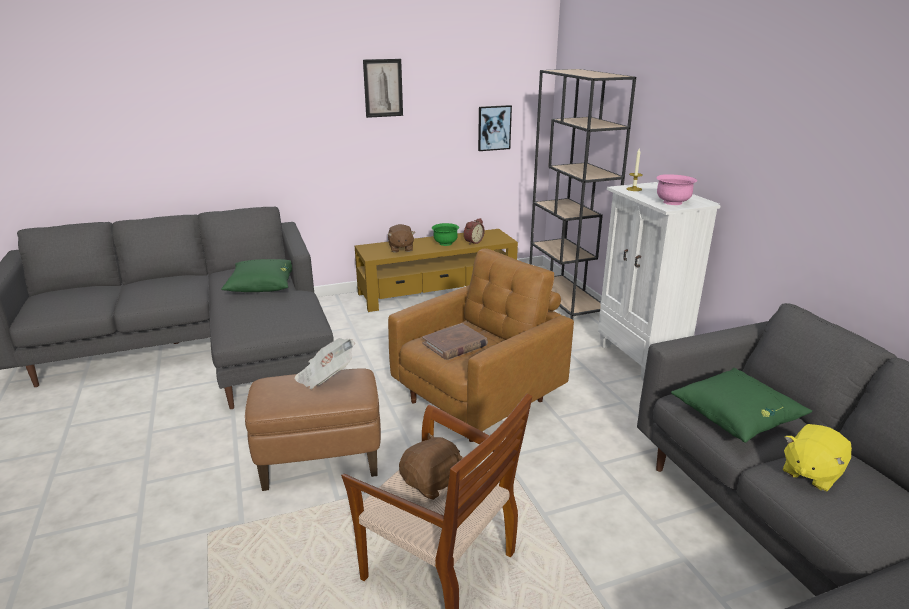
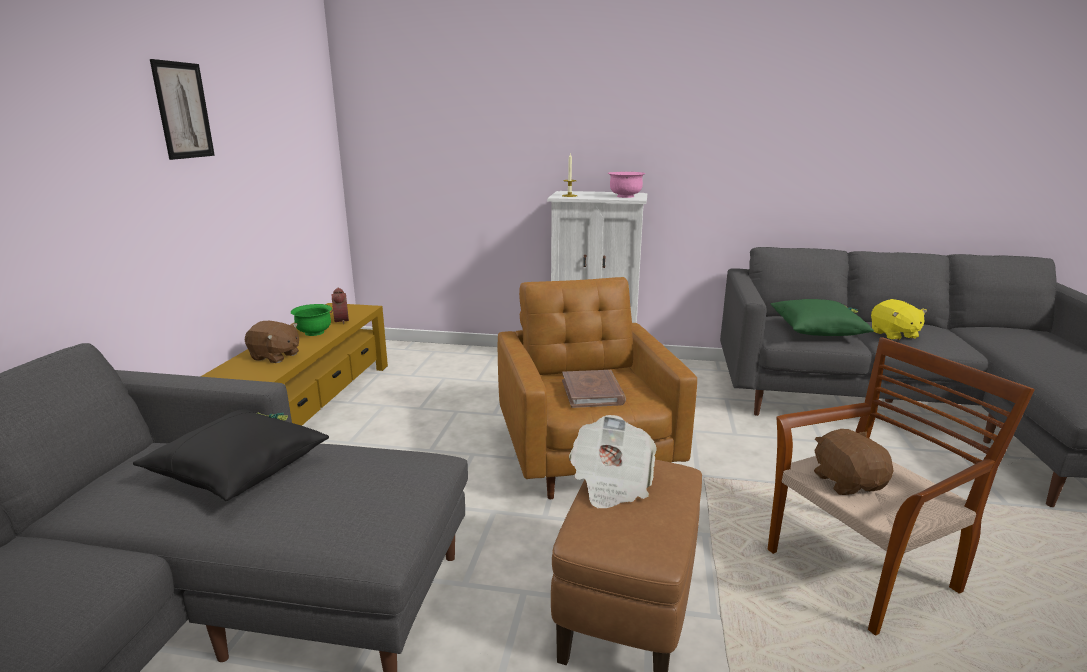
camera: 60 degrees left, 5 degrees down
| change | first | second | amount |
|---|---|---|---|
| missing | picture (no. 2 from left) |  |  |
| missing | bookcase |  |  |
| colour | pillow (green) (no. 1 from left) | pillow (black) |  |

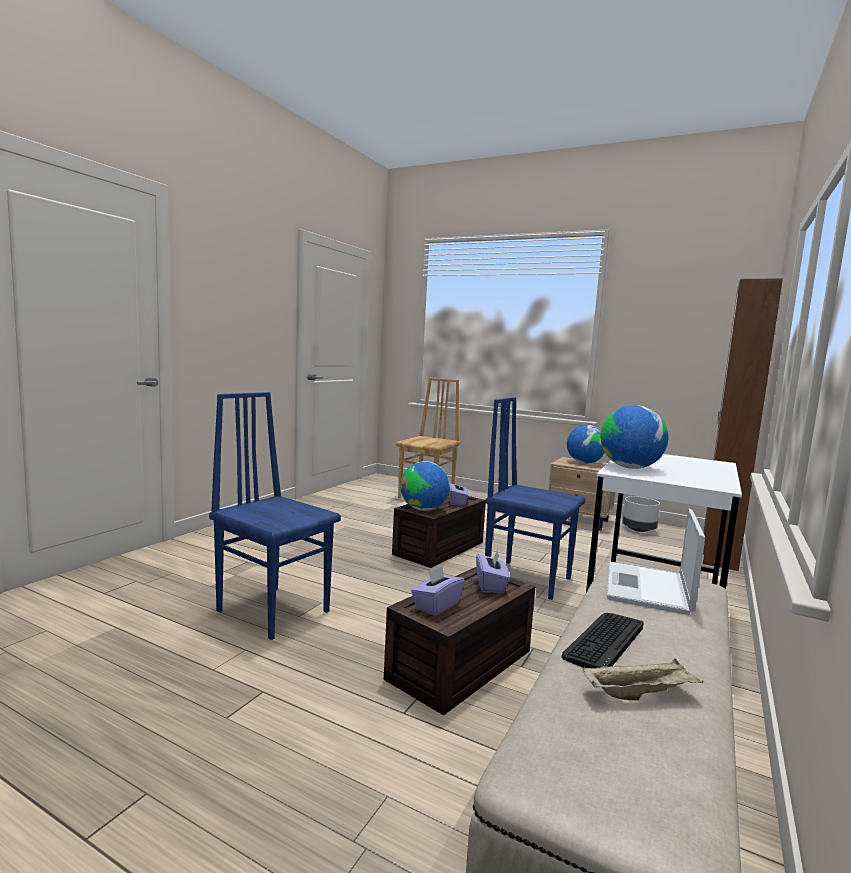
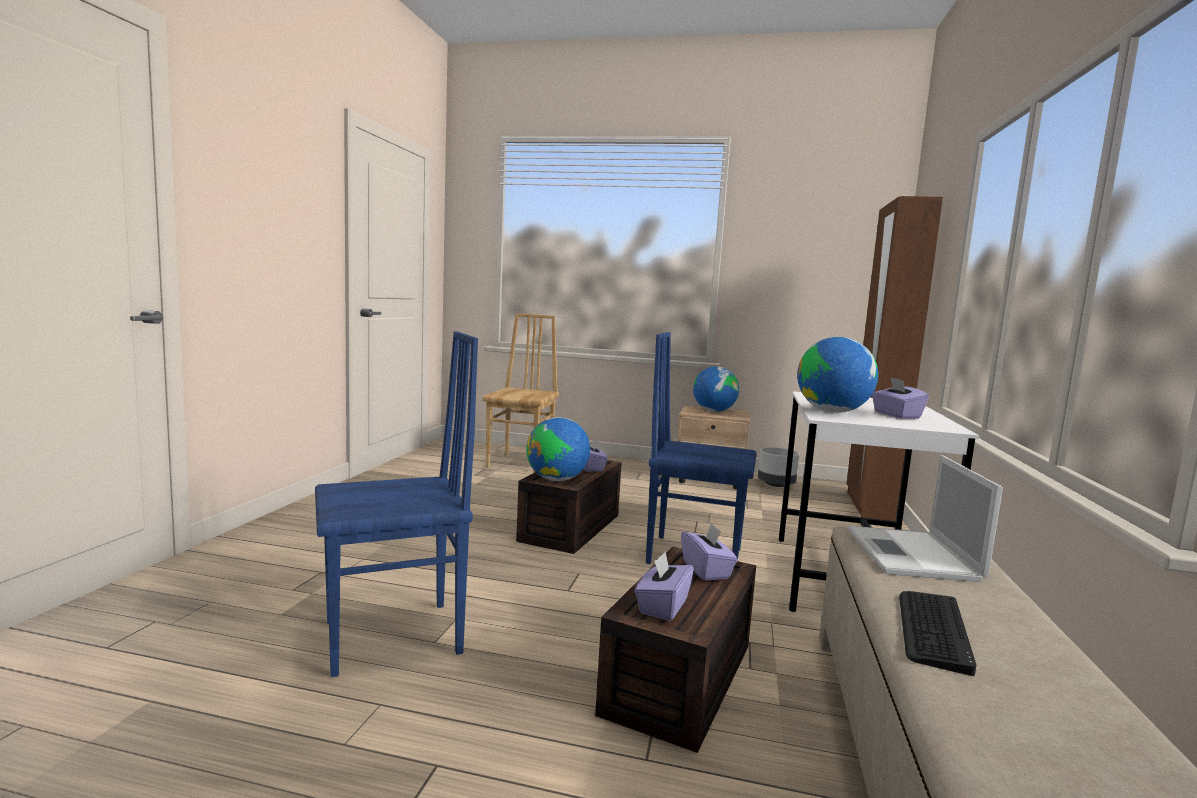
camera: 15 degrees left, 0 degrees up
| change | first | second | amount |
|---|---|---|---|
| missing | tray (beige) |  |  |
| appeared |  | tissue box (purple) (no. 4 from left) |  |
| spun | chair (blue) (no. 1 from left) |  | 135 degrees clockwise |

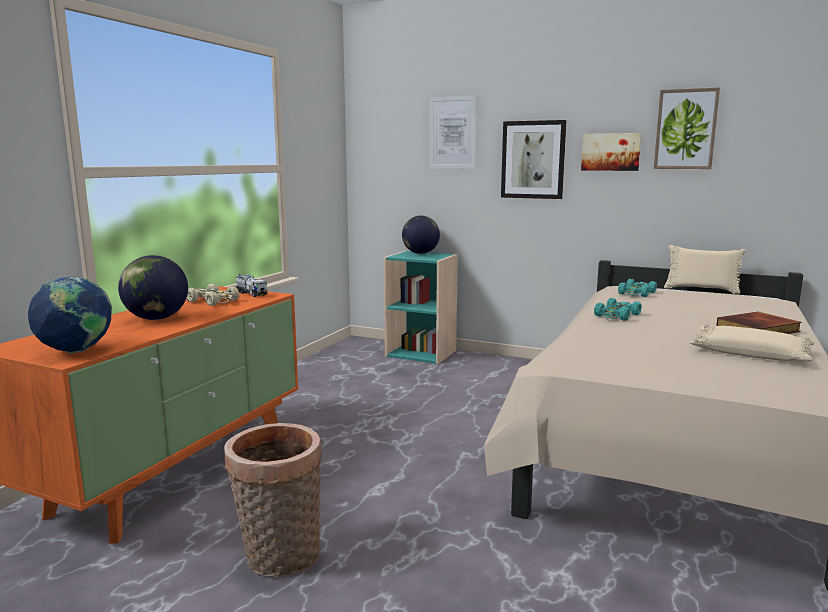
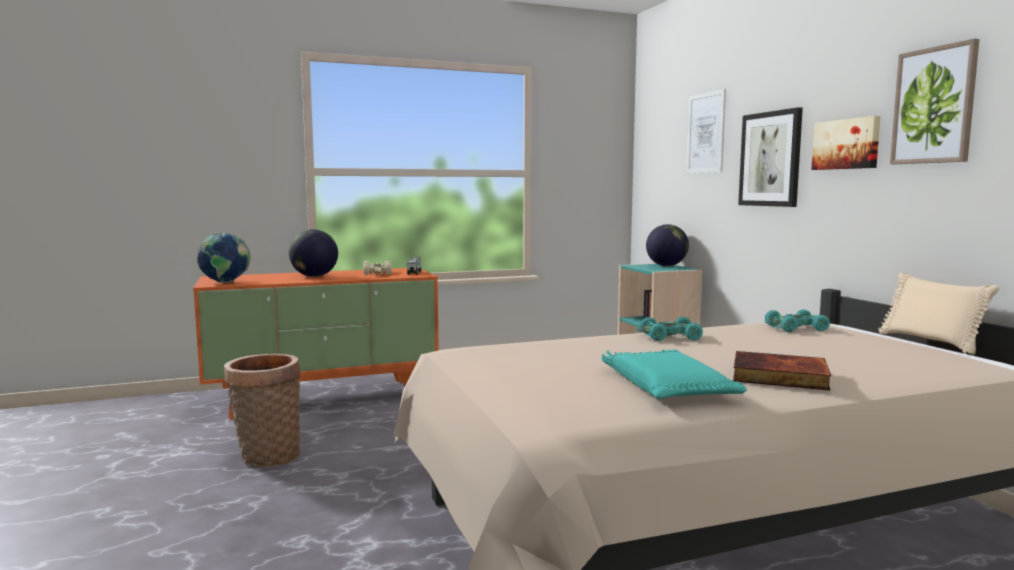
camera: 45 degrees right, 5 degrees down
| change | first | second | amount |
|---|---|---|---|
| colour | pillow (beige) (no. 2 from left) | pillow (turquoise) |  |

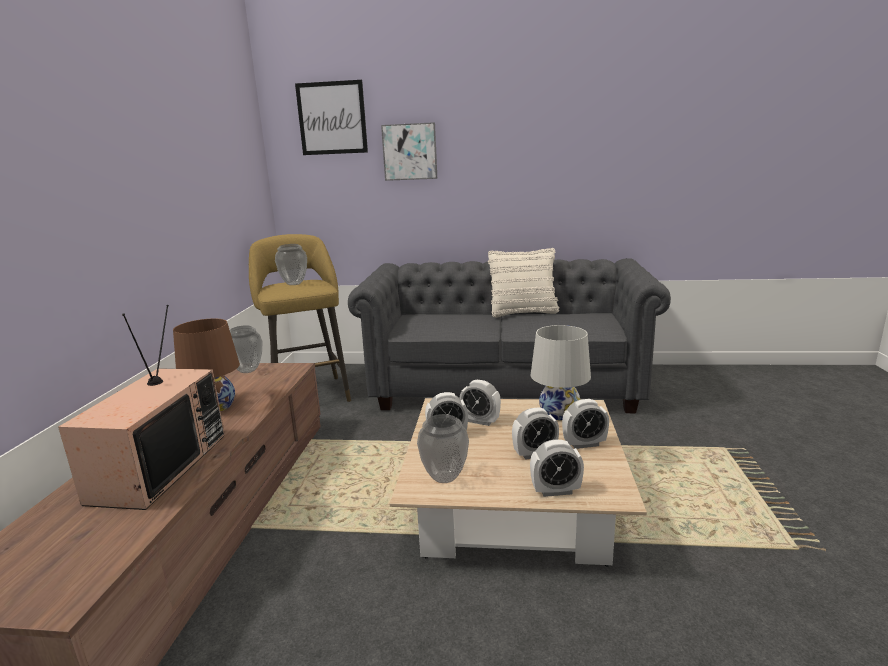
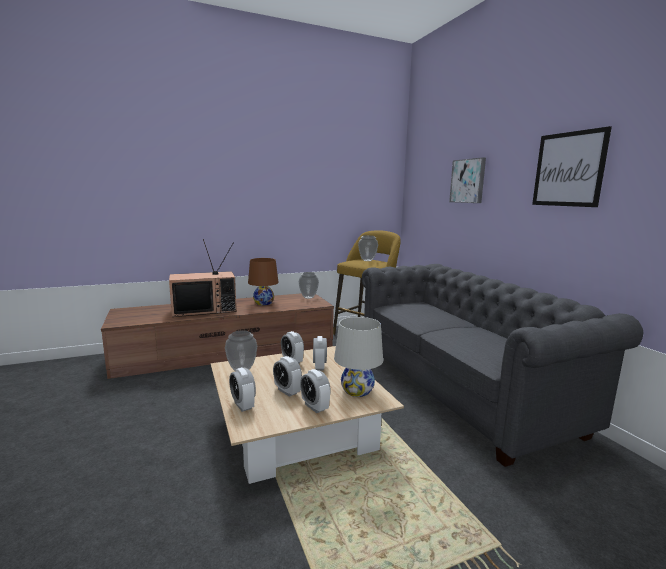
camera: 60 degrees right, 5 degrees down
| change | first | second | amount |
|---|---|---|---|
| missing | pillow (beige) |  |  |
| relocated | picture (no. 1 from left in the first image) | picture (no. 2 from left) |  |

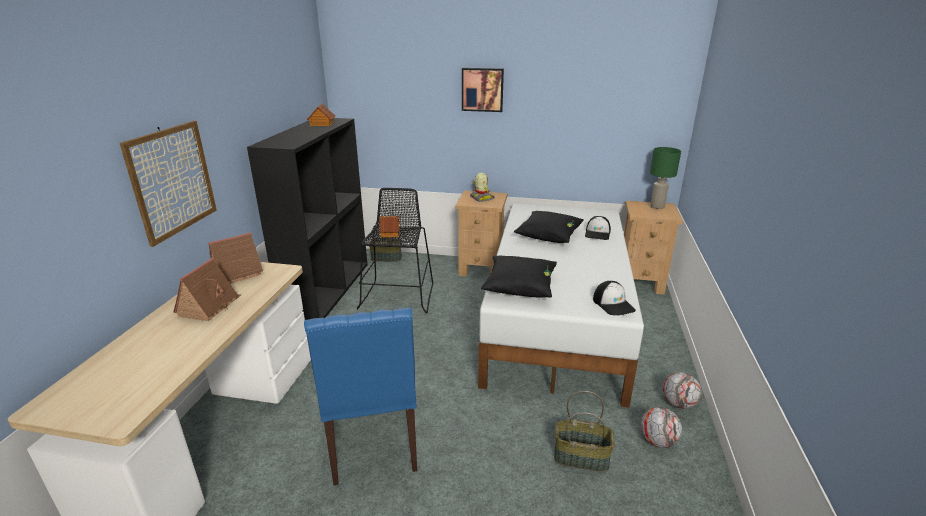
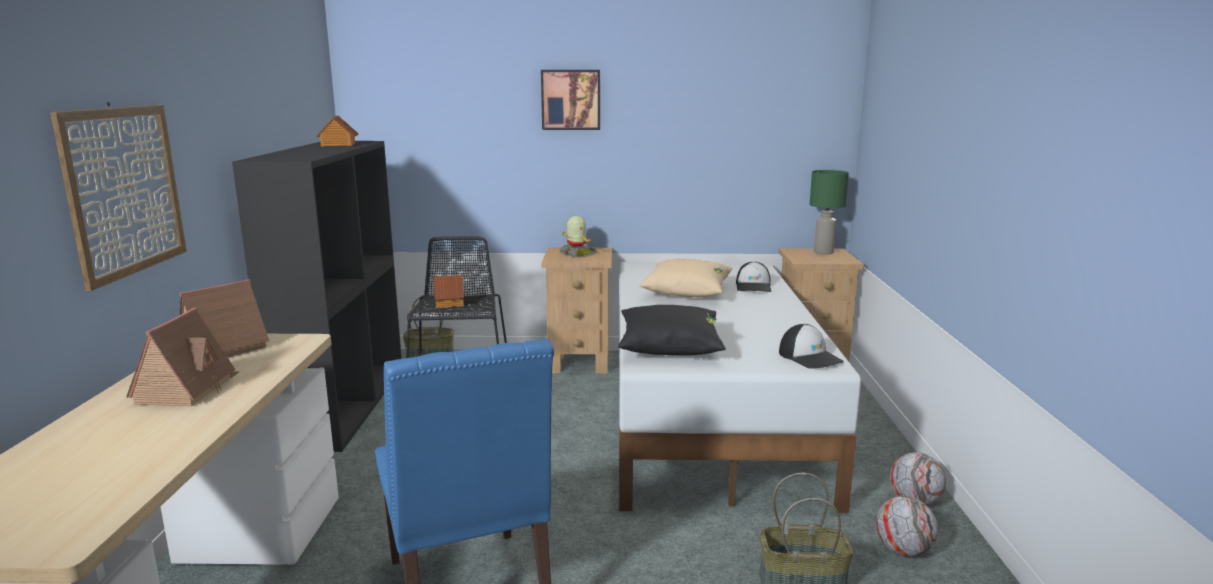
camera: 10 degrees left, 10 degrees down
| change | first | second | amount |
|---|---|---|---|
| colour | pillow (black) (no. 2 from left) | pillow (beige) |  |

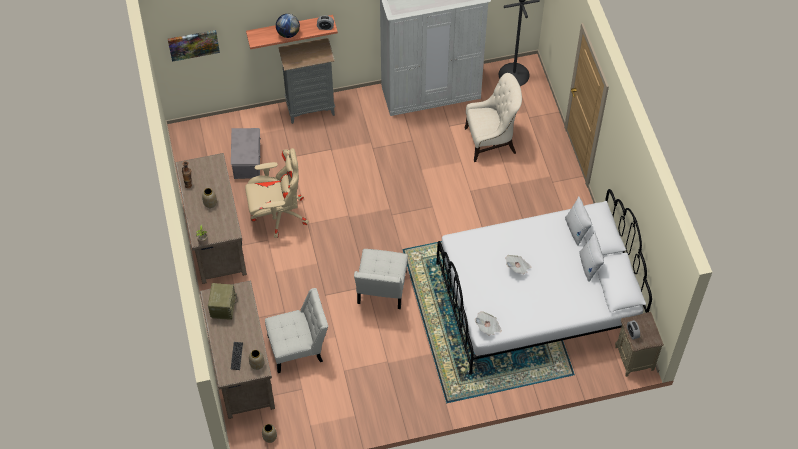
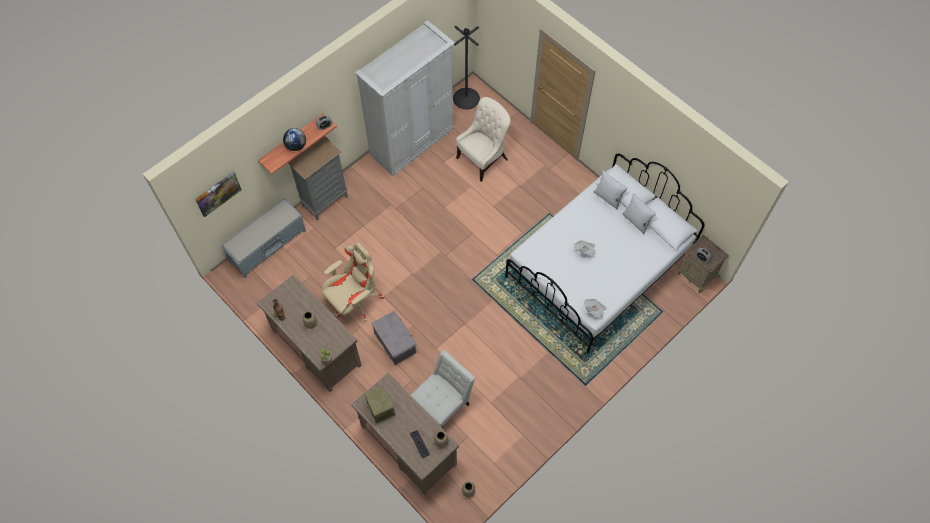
camera: 30 degrees left, 5 degrees up
| change | first | second | amount |
|---|---|---|---|
| missing | chair (white) (no. 2 from left) |  |  |
| appeared |  | bench (grey) |  |
| relocated | storage box (grey) |  |  |

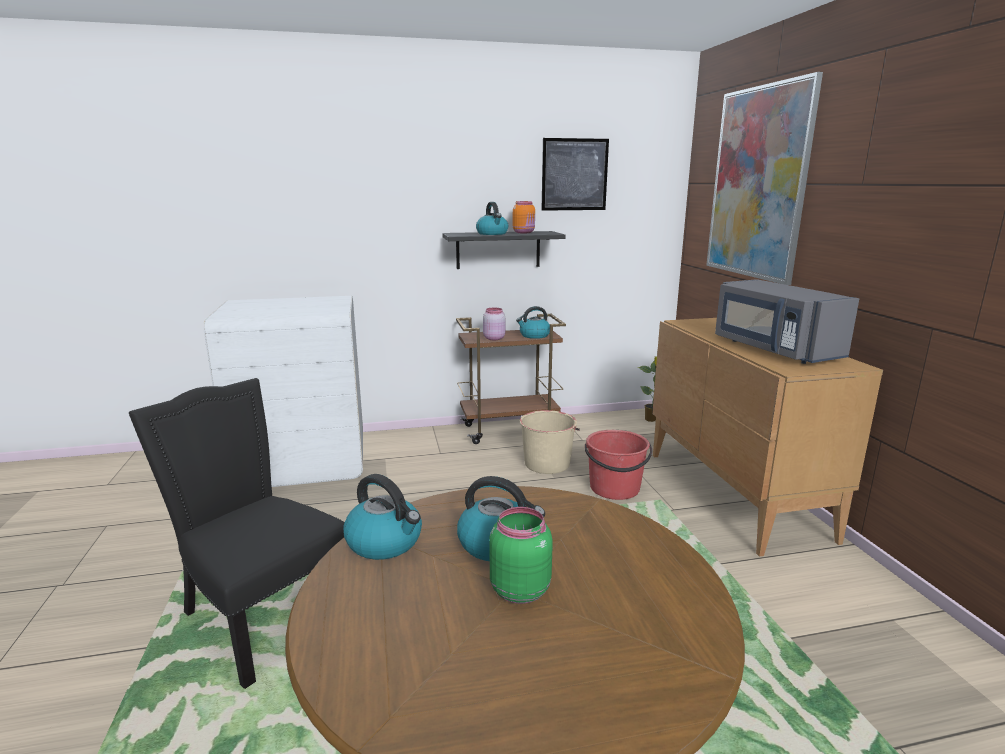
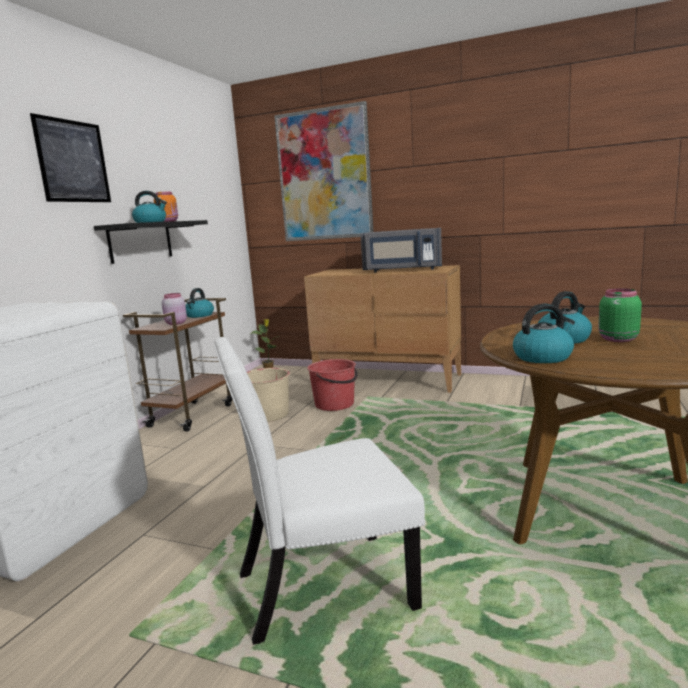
camera: 55 degrees left, 5 degrees down
| change | first | second | amount |
|---|---|---|---|
| relocated | picture (no. 1 from left) |  |  |
| colour | chair (black) | chair (white) |  |

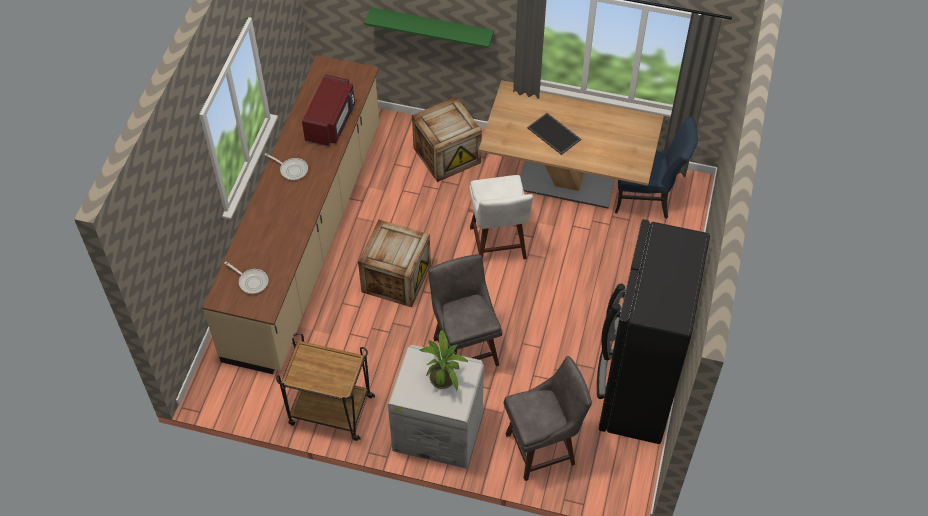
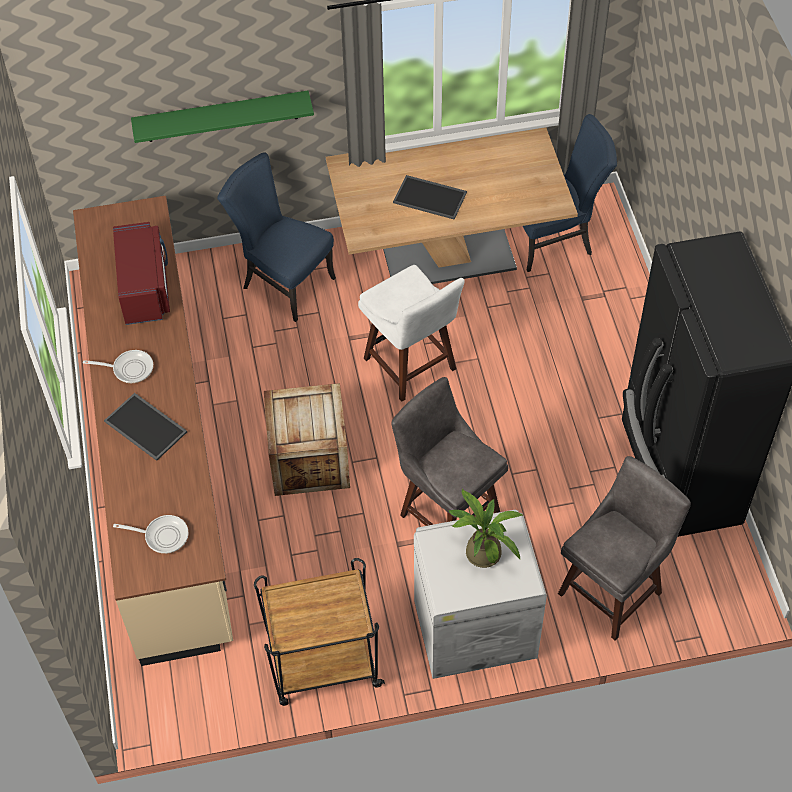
camera: 25 degrees left, 0 degrees up
| change | first | second | amount |
|---|---|---|---|
| appeared |  | tray (no. 1 from left) |  |
| exchanged | crate (no. 2 from left) | chair (blue) (no. 1 from left) |  |

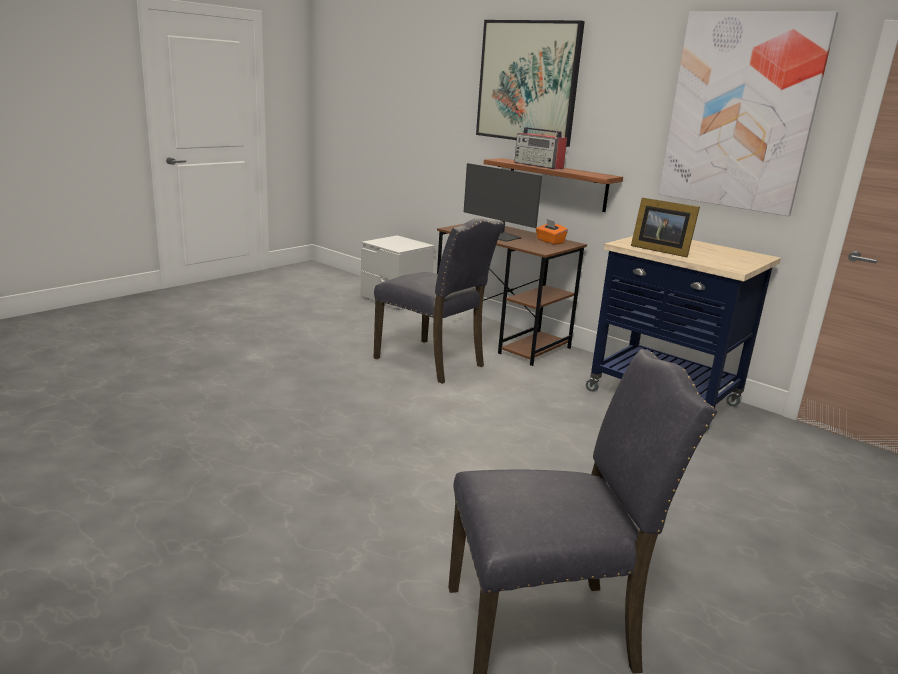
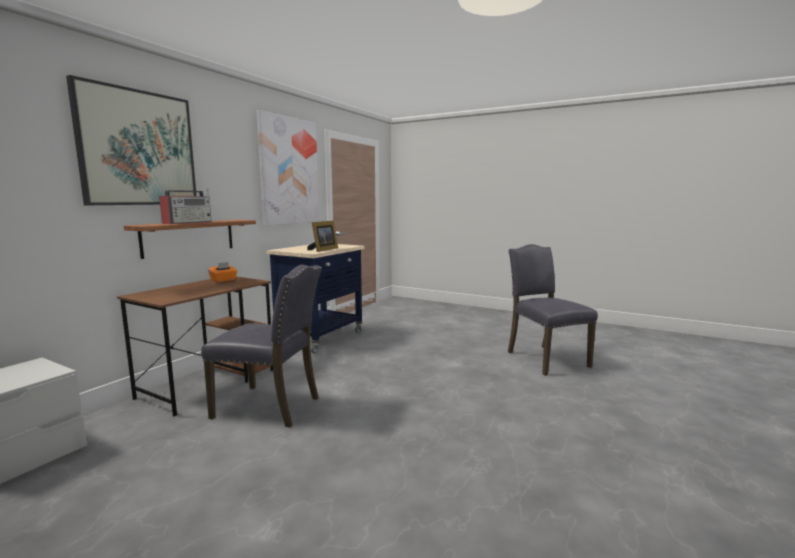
camera: 100 degrees left, 10 degrees down
| change | first | second | amount |
|---|---|---|---|
| missing | monitor |  |  |
| spun | chair (grey) (no. 1 from left) |  | 75 degrees clockwise |

